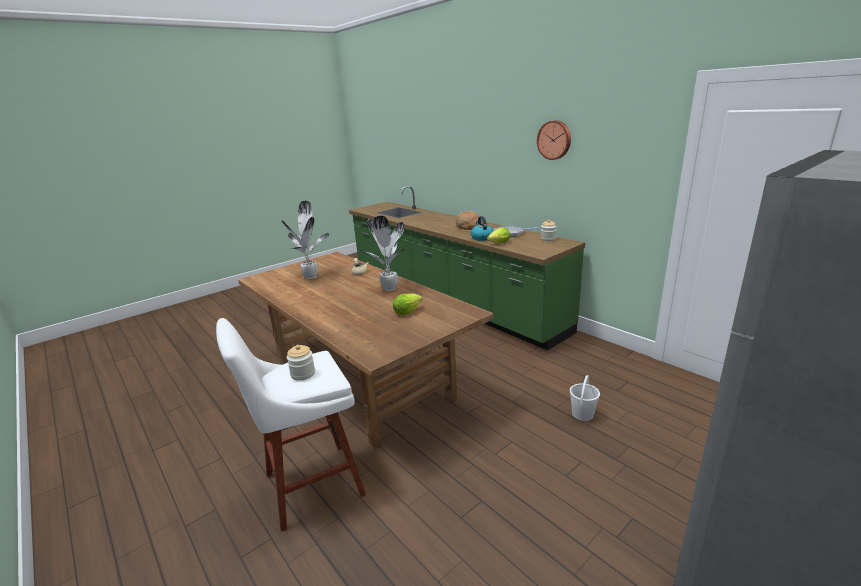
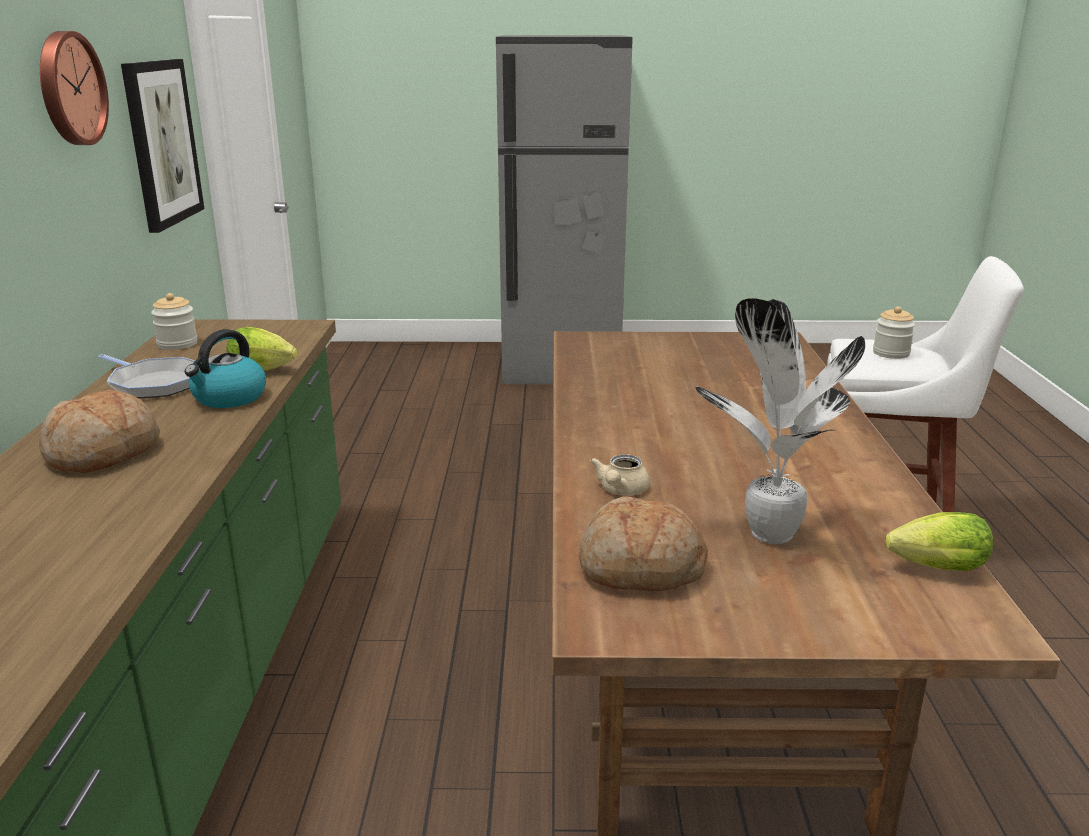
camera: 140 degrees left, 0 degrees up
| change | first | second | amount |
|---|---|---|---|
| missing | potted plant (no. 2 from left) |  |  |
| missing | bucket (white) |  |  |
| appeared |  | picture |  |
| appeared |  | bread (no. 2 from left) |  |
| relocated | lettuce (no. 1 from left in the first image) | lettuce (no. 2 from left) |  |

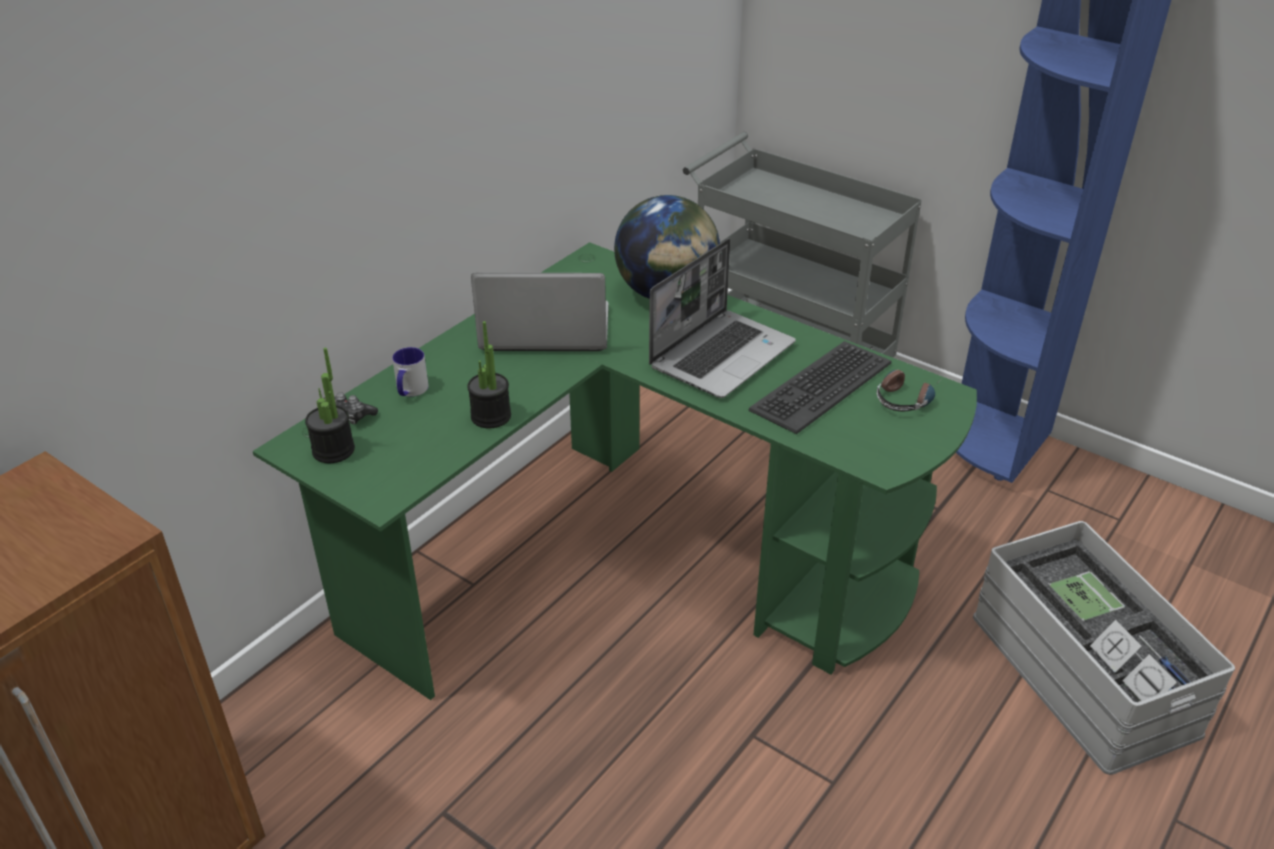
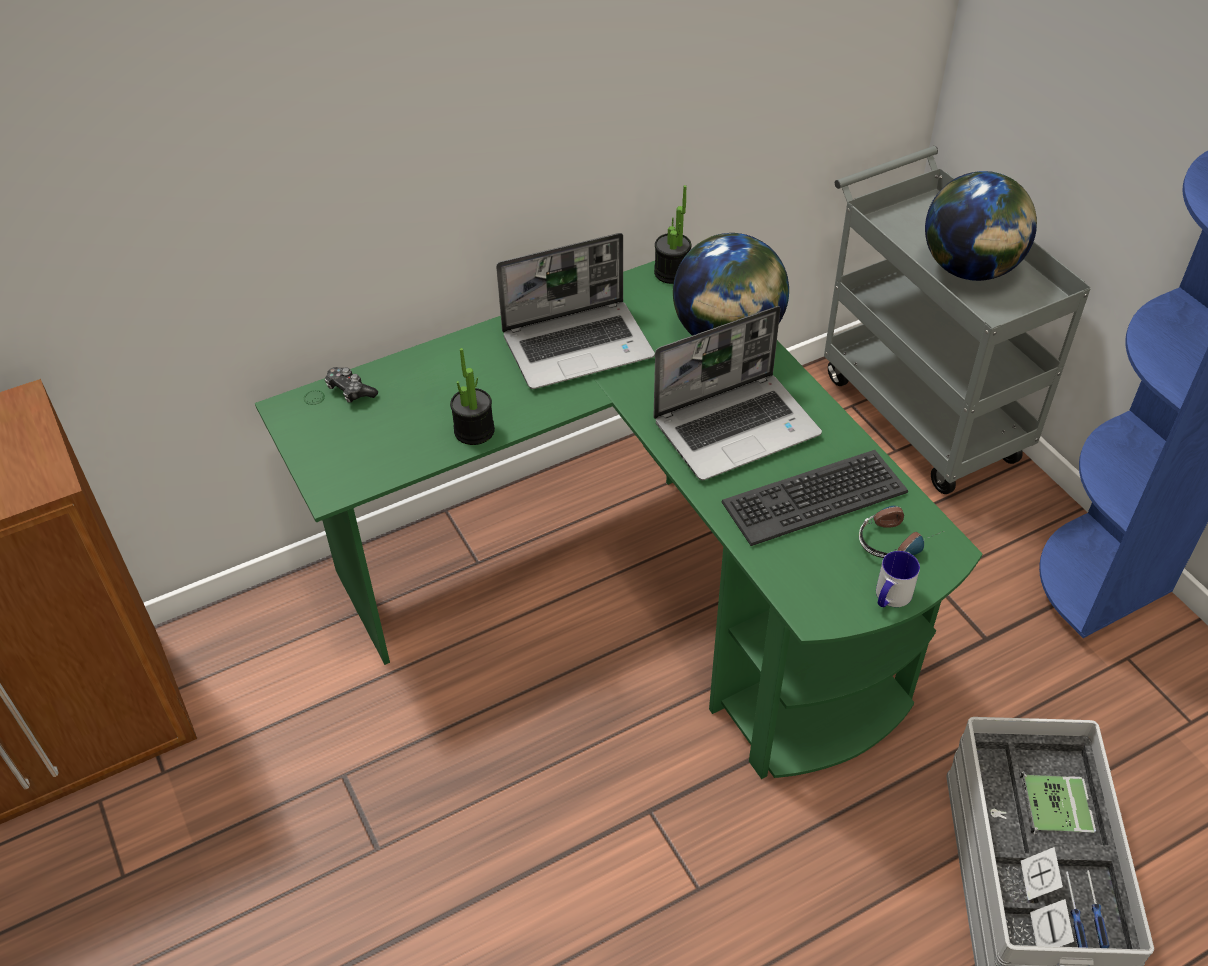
camera: 25 degrees right, 10 degrees up
| change | first | second | amount |
|---|---|---|---|
| appeared |  | globe (no. 2 from left) |  |
| relocated | potted plant (no. 1 from left in the first image) | potted plant (no. 2 from left) |  |
| relocated | mug |  |  |
| spun | laptop (no. 1 from left) |  | 135 degrees clockwise |

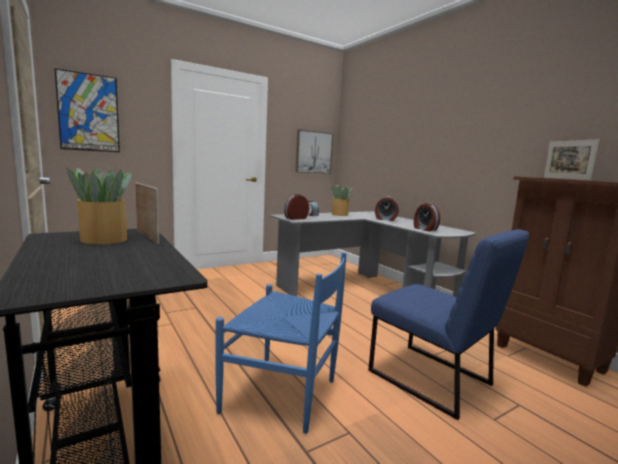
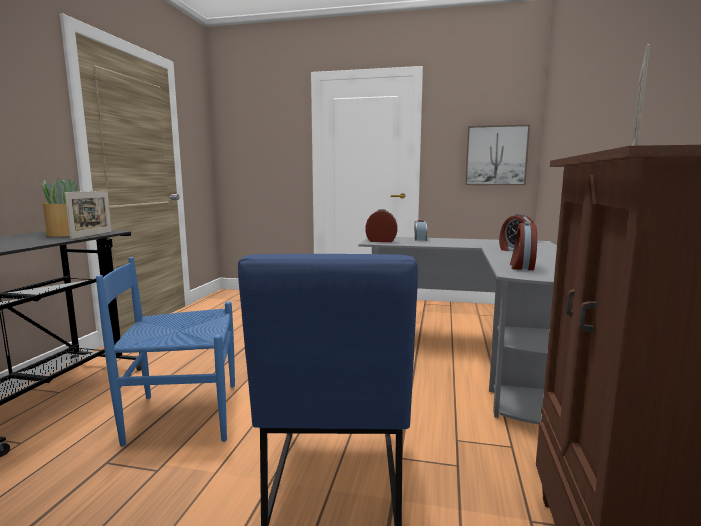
camera: 45 degrees right, 0 degrees up
| change | first | second | amount |
|---|---|---|---|
| missing | picture (no. 1 from left) |  |  |
| missing | potted plant (no. 2 from left) |  |  |
| spun | chair (blue) (no. 1 from left) |  | 105 degrees clockwise |

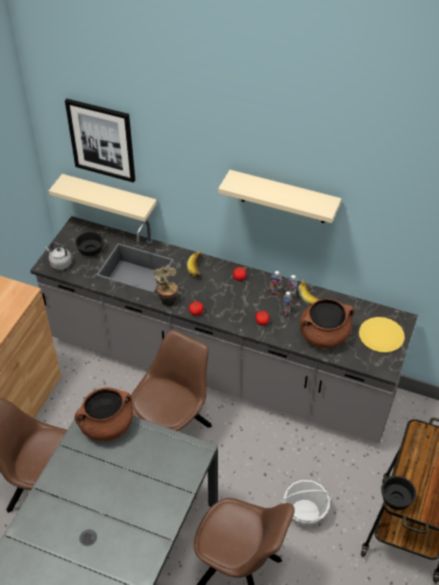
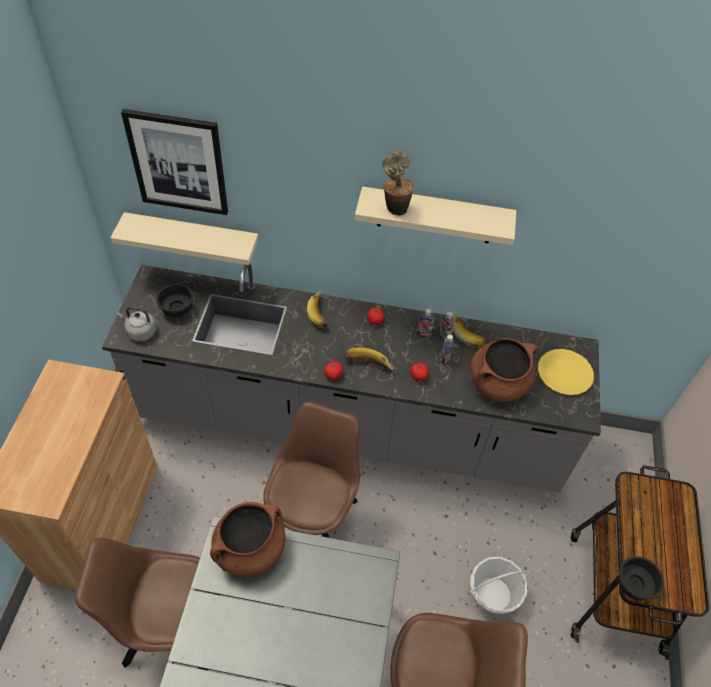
camera: 15 degrees left, 5 degrees up
| change | first | second | amount |
|---|---|---|---|
| appeared |  | banana (no. 2 from left) |  |
| relocated | potted plant |  |  |

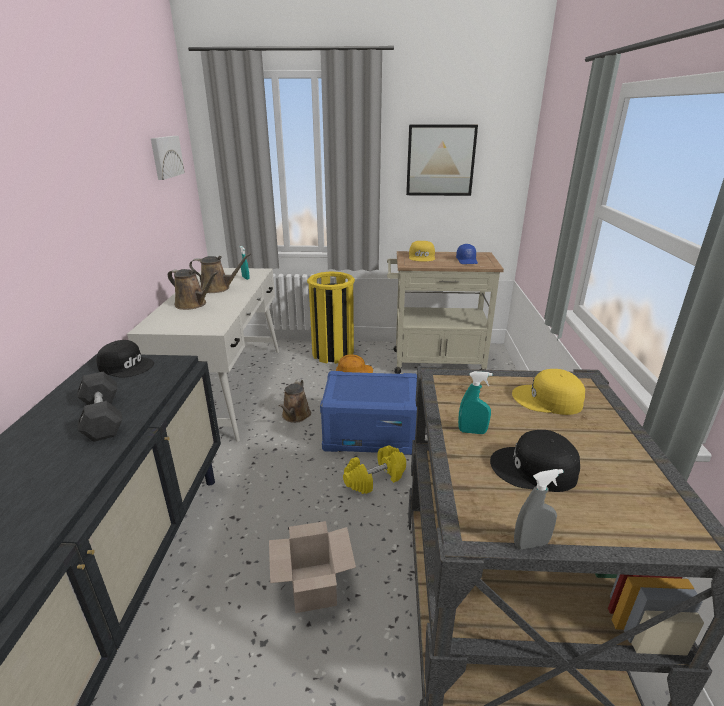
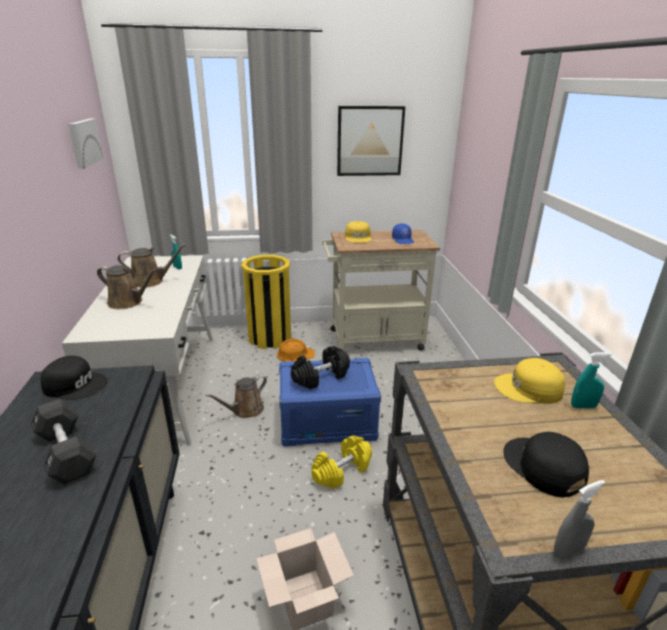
camera: 10 degrees left, 0 degrees up
| change | first | second | amount |
|---|---|---|---|
| appeared |  | dumbbell (black) (no. 2 from left) |  |
| relocated | spray bottle (turquoise) (no. 2 from left) |  |  |
| spun | watering can (brown) (no. 3 from left) |  | 45 degrees clockwise |
| spun | cap (black) (no. 2 from left) |  | 60 degrees clockwise |

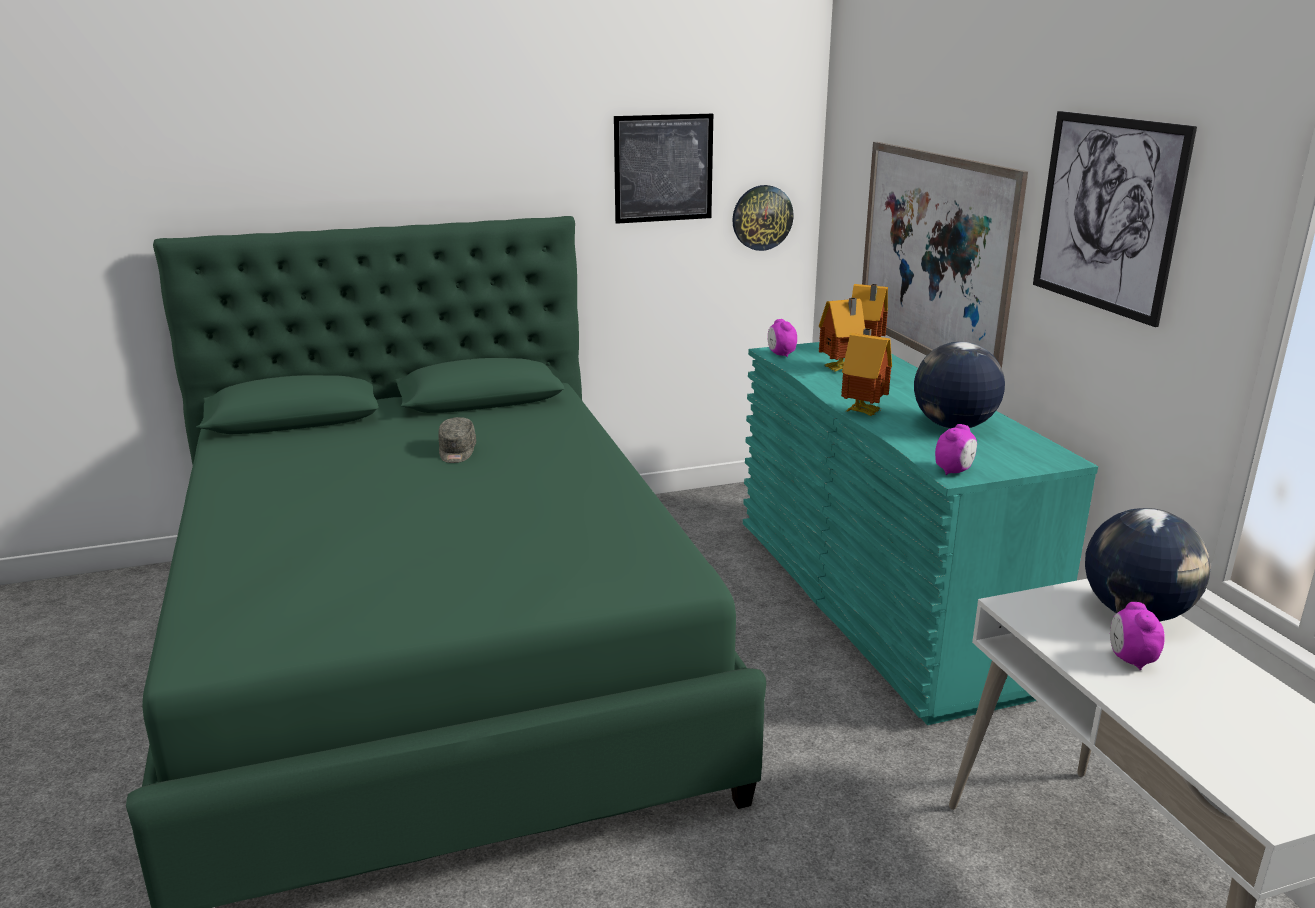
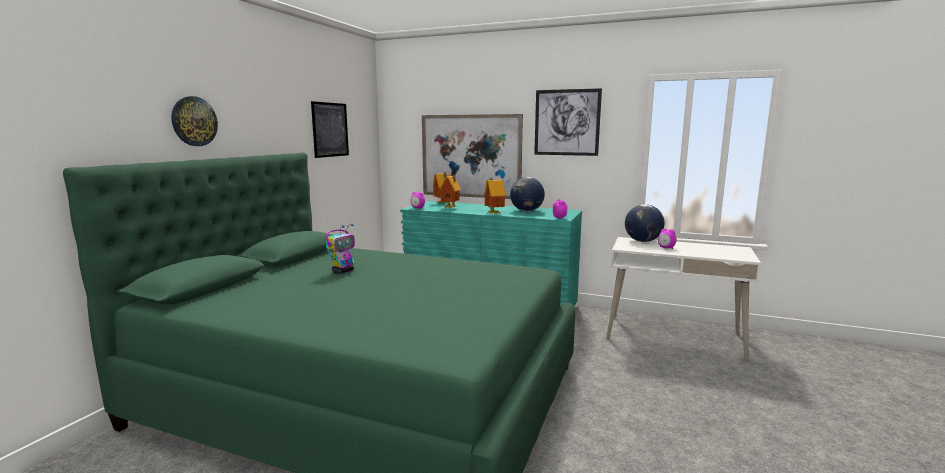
camera: 50 degrees left, 10 degrees down
| change | first | second | amount |
|---|---|---|---|
| relocated | wall clock |  |  |
| exchanged | cap (grey) | toy robot |  |

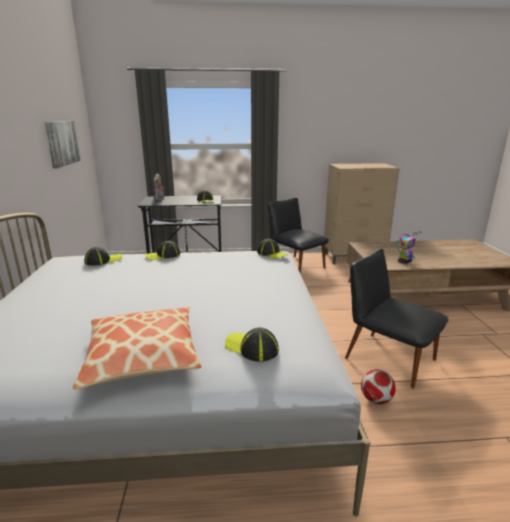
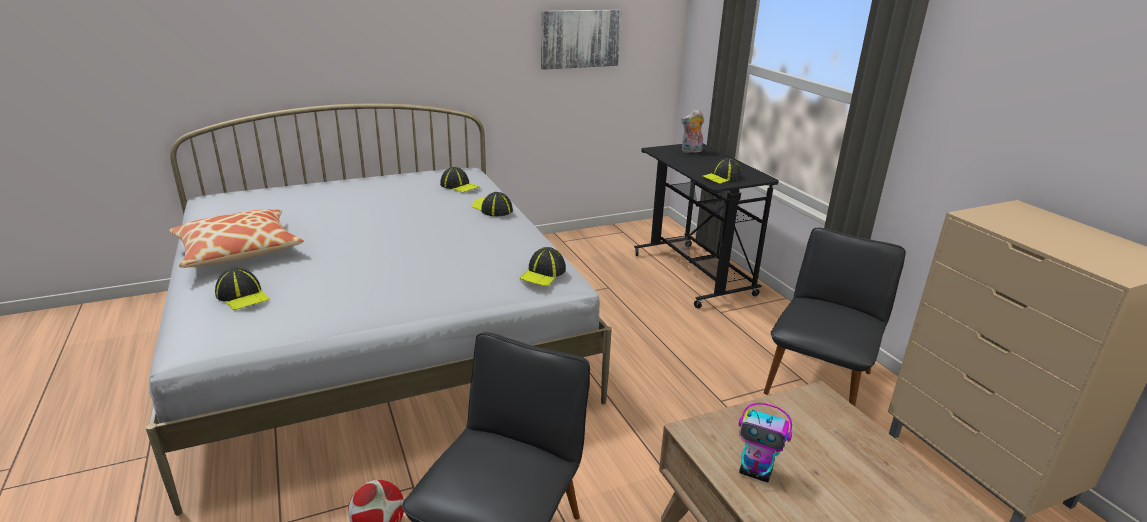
camera: 70 degrees right, 5 degrees up
| change | first | second | amount |
|---|---|---|---|
| spun | cap (no. 4 from left in the first image) | cap (no. 1 from left) | 120 degrees clockwise |

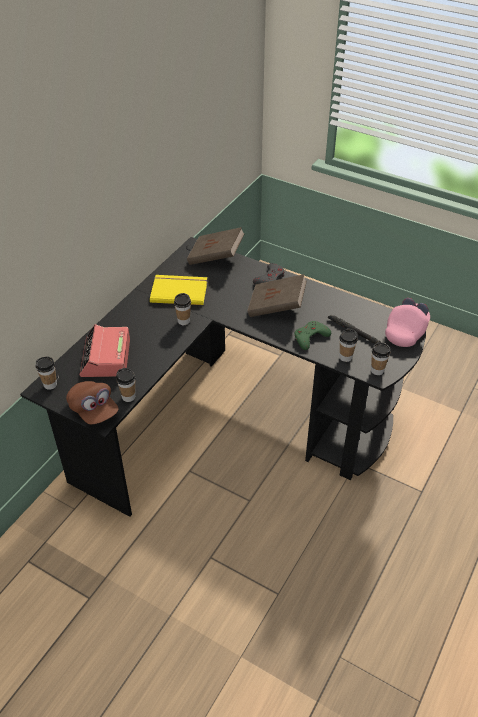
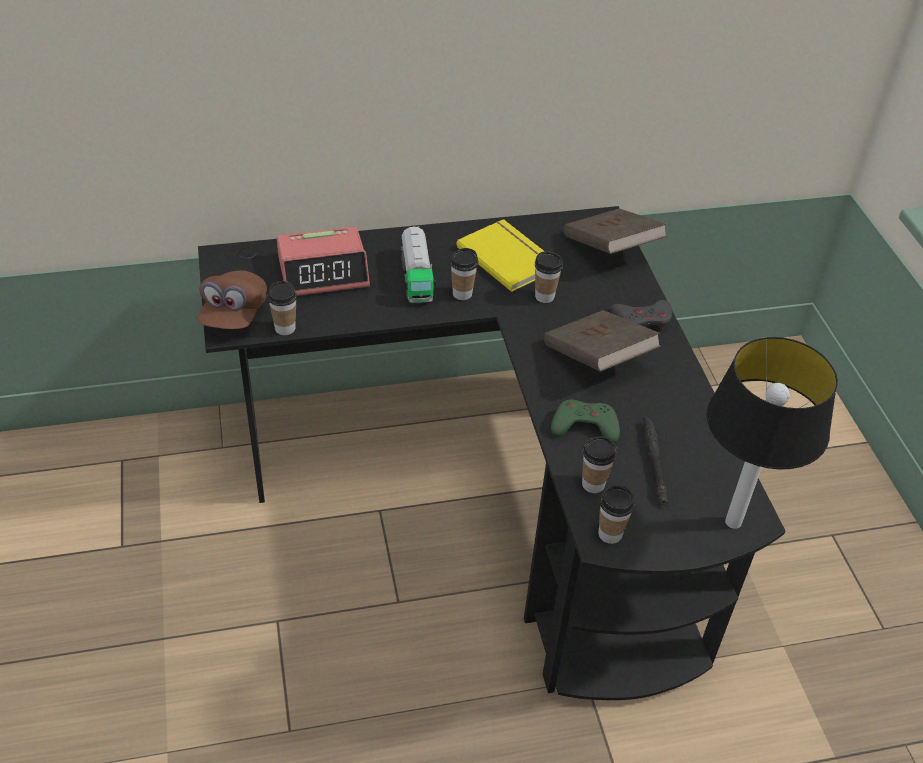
camera: 45 degrees right, 0 degrees up
| change | first | second | amount |
|---|---|---|---|
| appeared |  | toy truck |  |
| relocated | cup (no. 1 from left in the first image) | cup (no. 3 from left) |  |
| exchanged | cap (pink) | table lamp |  |
| spun | alarm clock |  | 150 degrees counterclockwise |

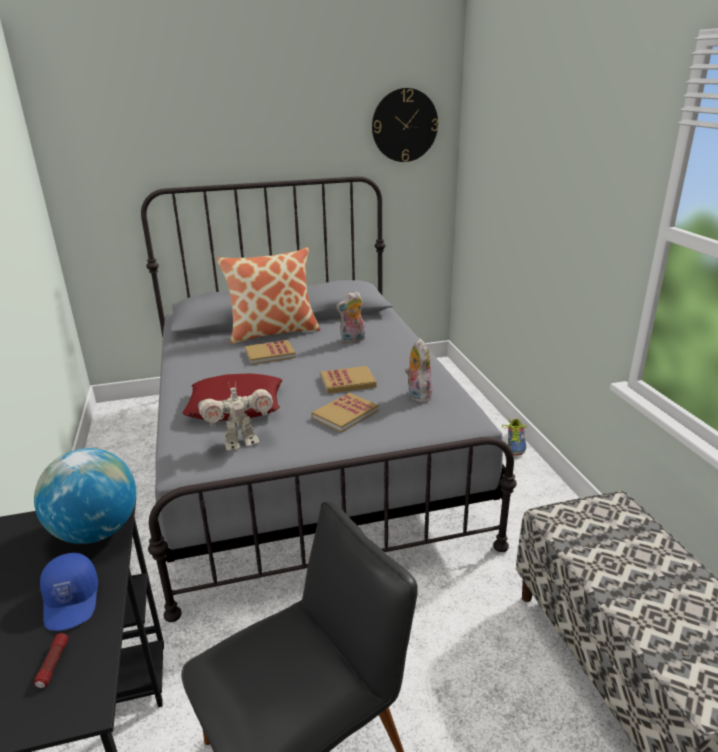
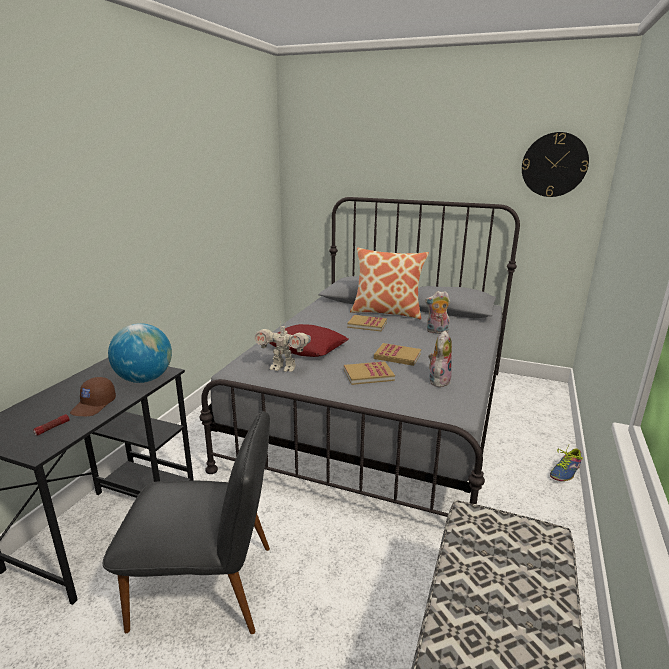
camera: 35 degrees right, 5 degrees down
| change | first | second | amount |
|---|---|---|---|
| colour | cap (blue) | cap (brown) |  |

